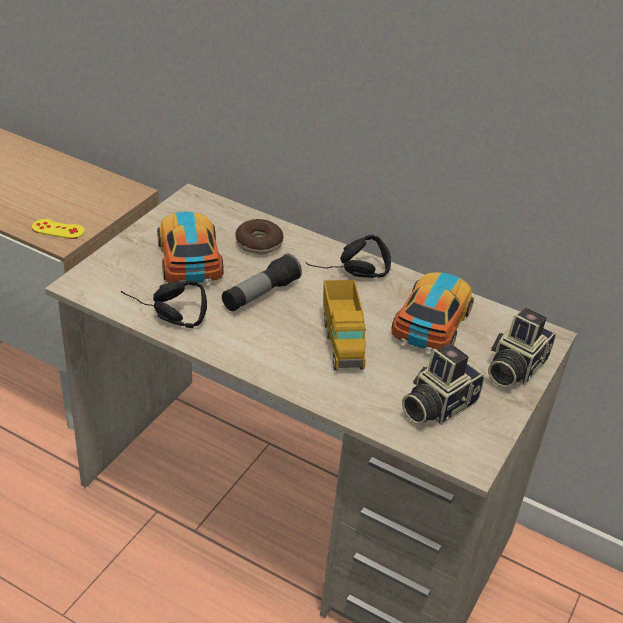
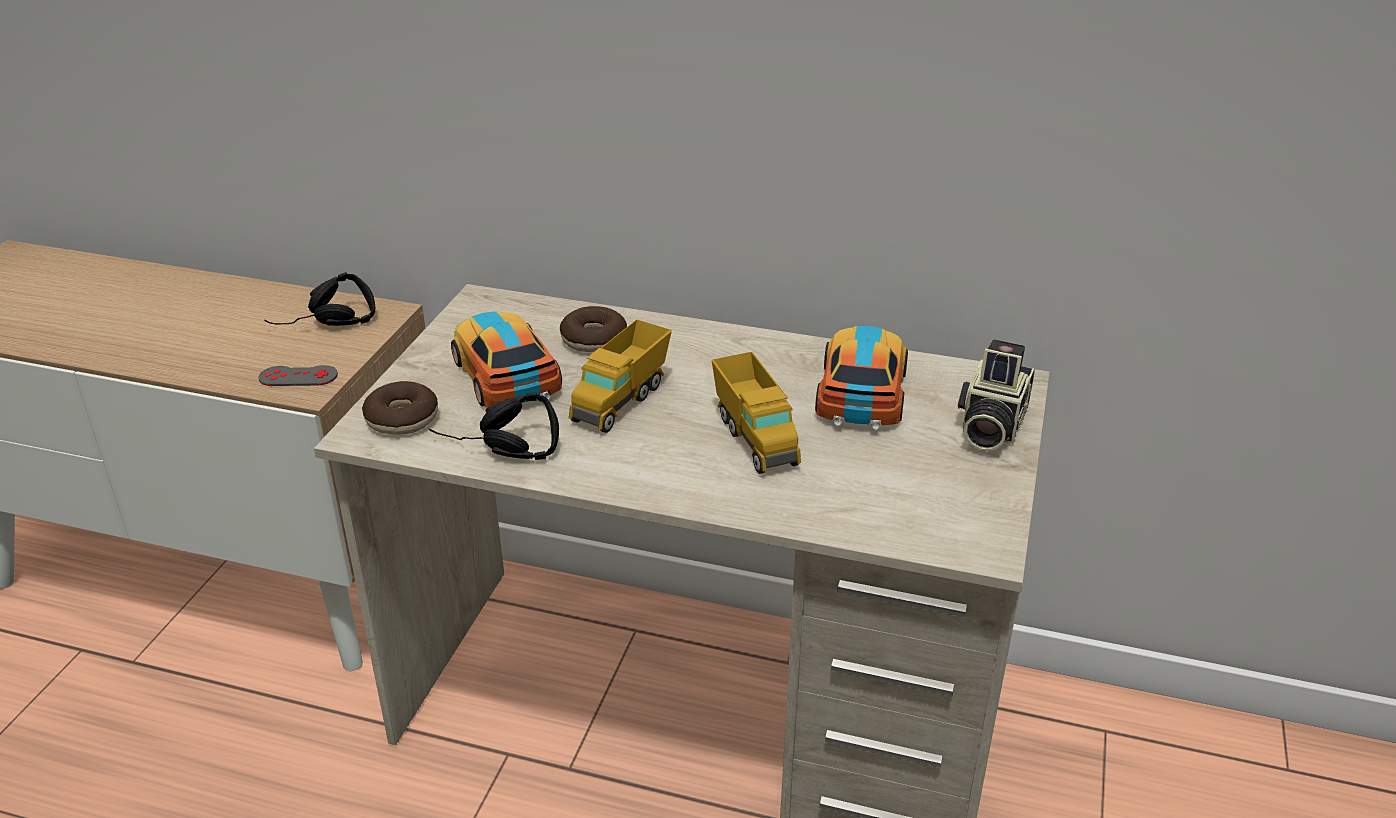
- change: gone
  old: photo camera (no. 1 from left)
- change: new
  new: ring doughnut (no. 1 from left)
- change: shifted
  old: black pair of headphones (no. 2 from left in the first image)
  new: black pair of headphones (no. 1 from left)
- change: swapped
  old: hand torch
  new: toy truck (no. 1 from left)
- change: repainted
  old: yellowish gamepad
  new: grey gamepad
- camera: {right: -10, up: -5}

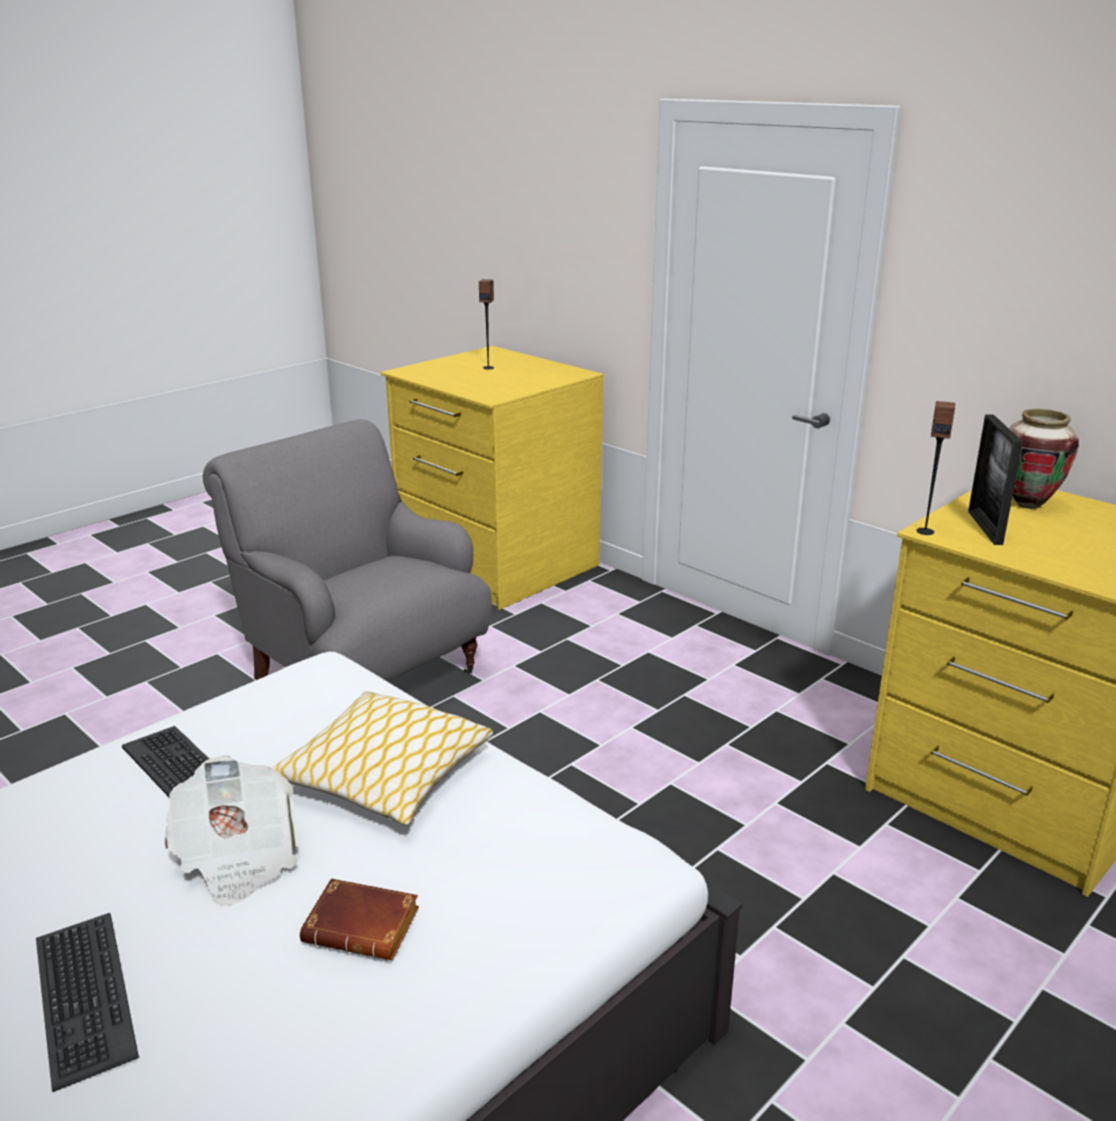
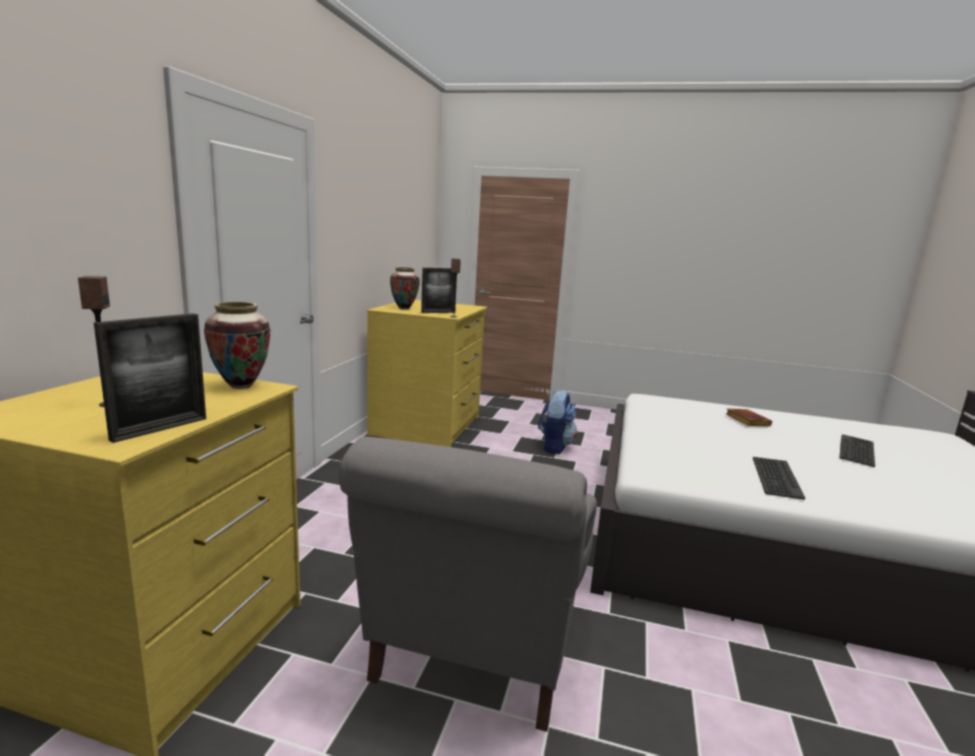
- change: gone
  old: newspaper
- change: gone
  old: cushion
- change: new
  new: standing frame (no. 1 from left)
- change: new
  new: vase (no. 1 from left)
- change: new
  new: rucksack
- camera: {right: -120, up: -10}

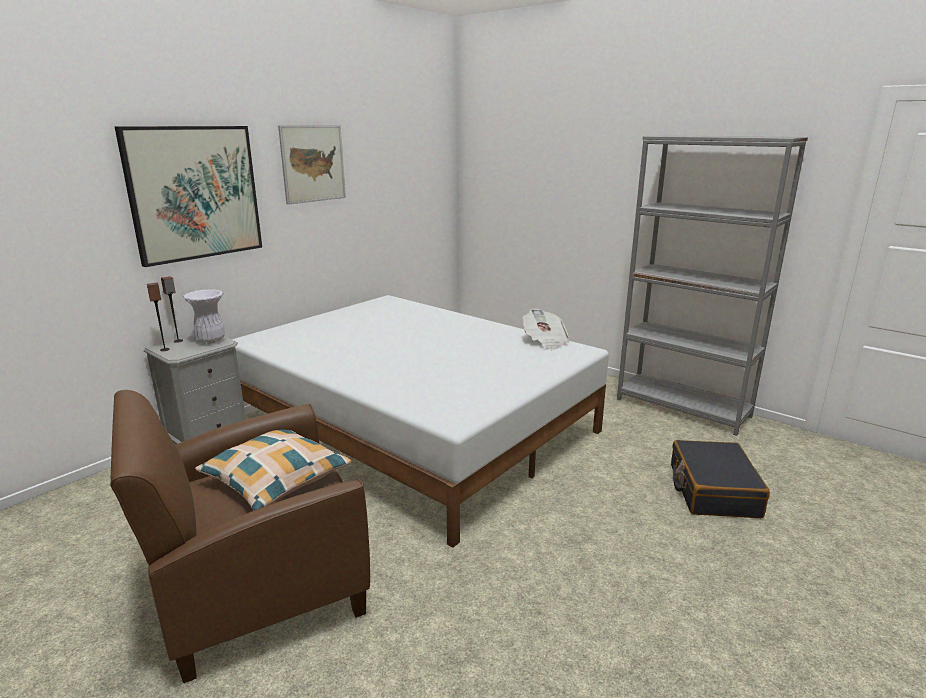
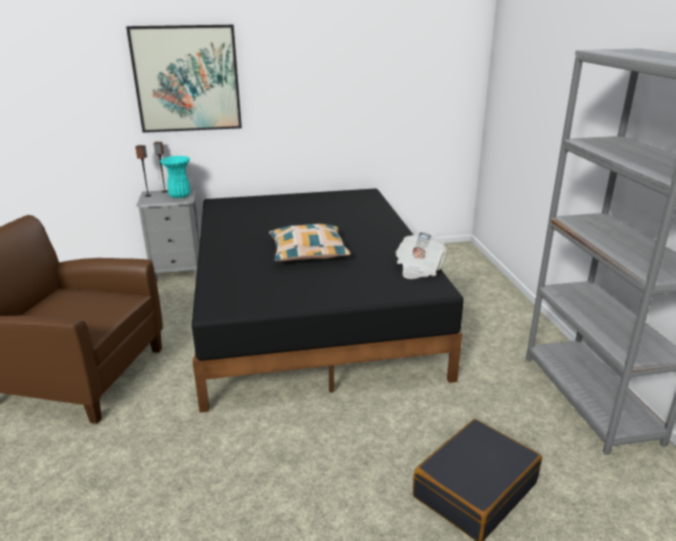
- change: gone
  old: wall art (no. 2 from left)
- change: shifted
  old: cushion
- change: repainted
  old: white vase
  new: blue-green vase
- change: repainted
  old: white bedroom bed
  new: black bedroom bed
- camera: {right: 40, up: 5}

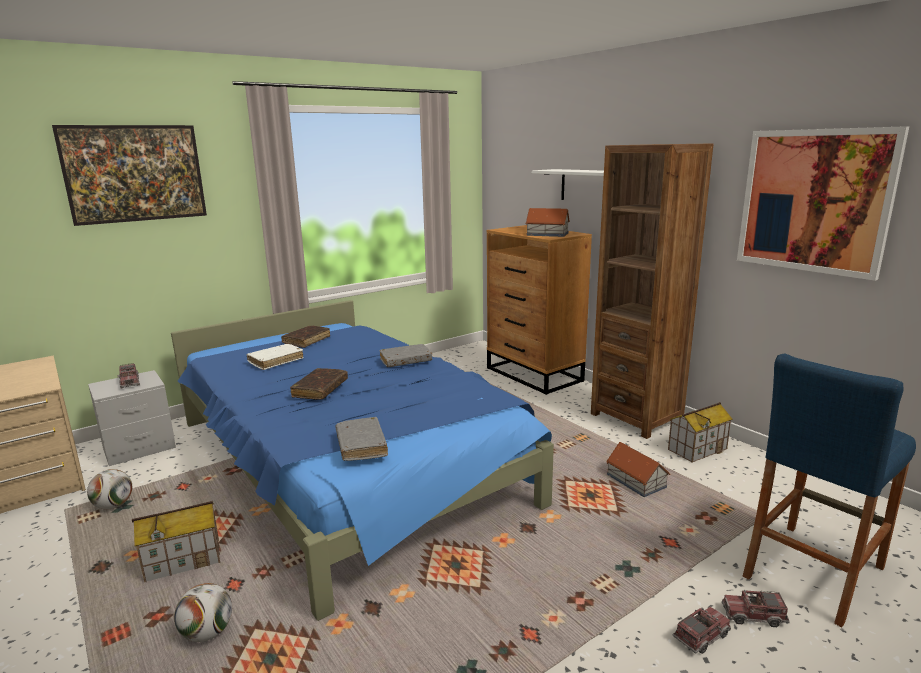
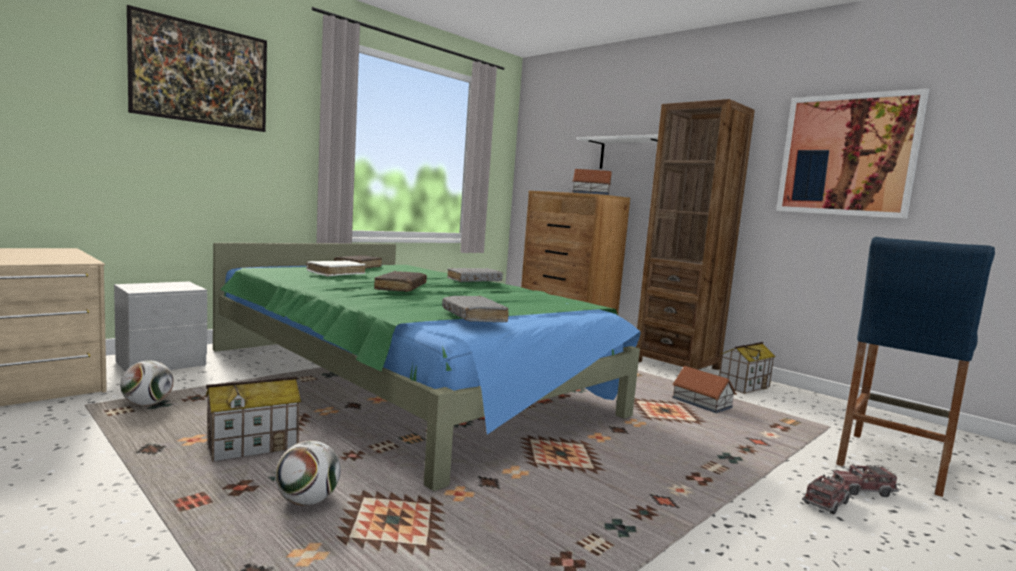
- change: gone
  old: toy truck (no. 1 from left)
- change: repainted
  old: bluish bedroom bed
  new: green-coloured bedroom bed
- camera: {right: -10, up: -10}

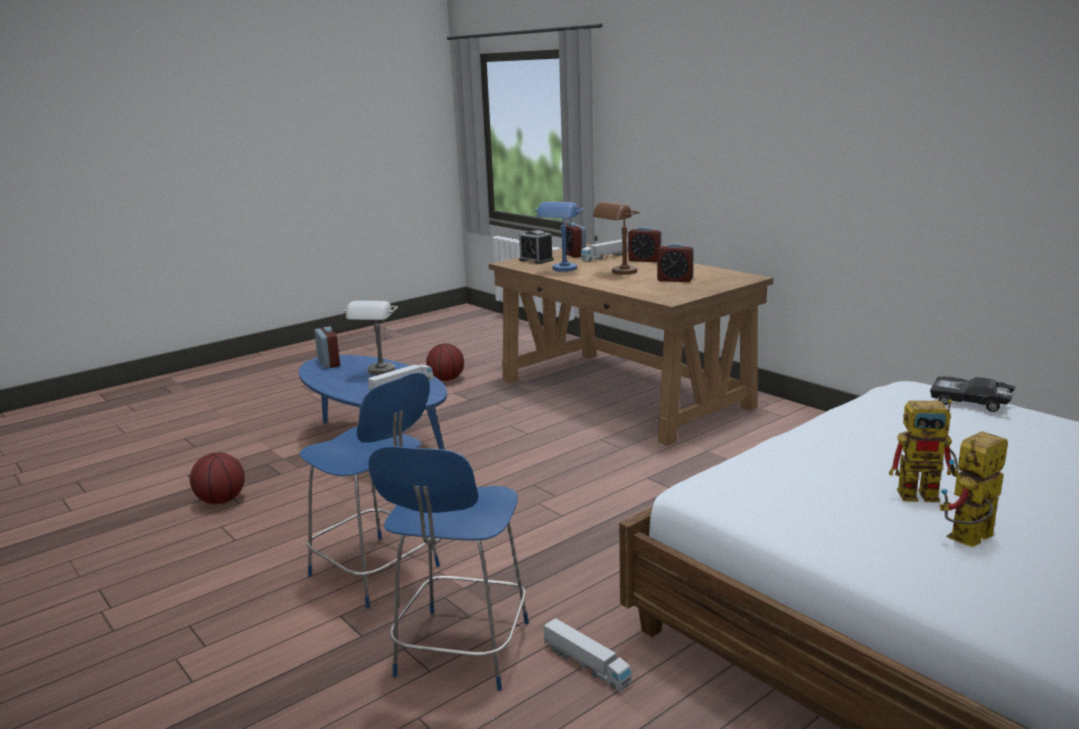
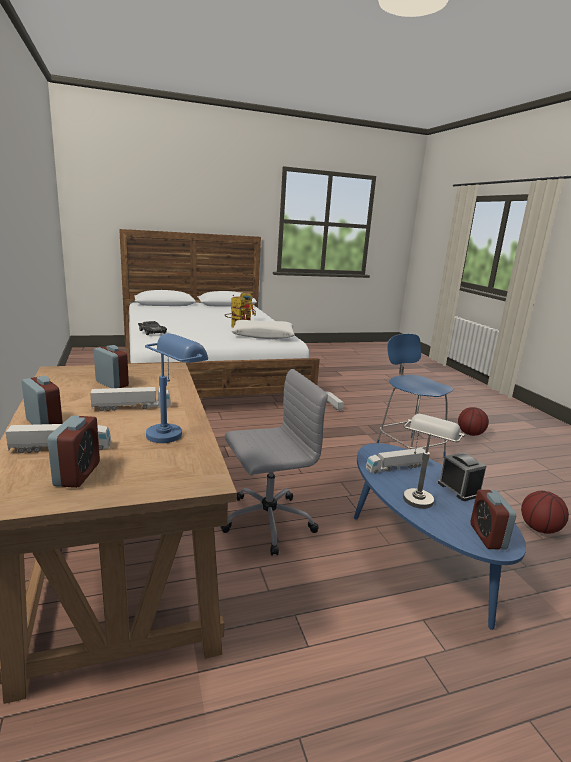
- change: gone
  old: bluish chair (no. 2 from left)
- change: new
  new: grey computer chair
- change: new
  new: white cushion
- change: shifted
  old: basketball ball (no. 2 from left in the first image)
  new: basketball ball (no. 1 from left)
- change: shifted
  old: bedside clock (no. 2 from left in the first image)
  new: bedside clock (no. 4 from left)
- change: swapped
  old: brown-coloured tabletop lamp
  new: toy truck (no. 2 from left)
- camera: {right: -160, up: 0}

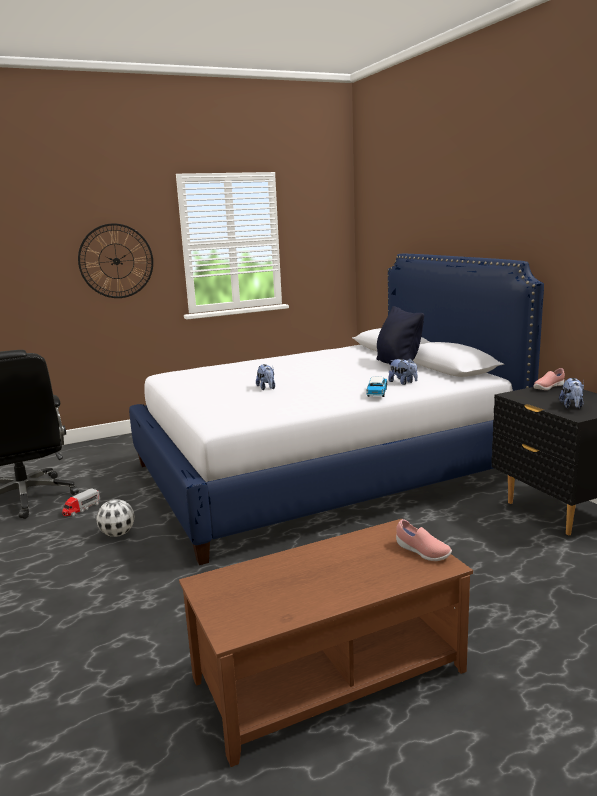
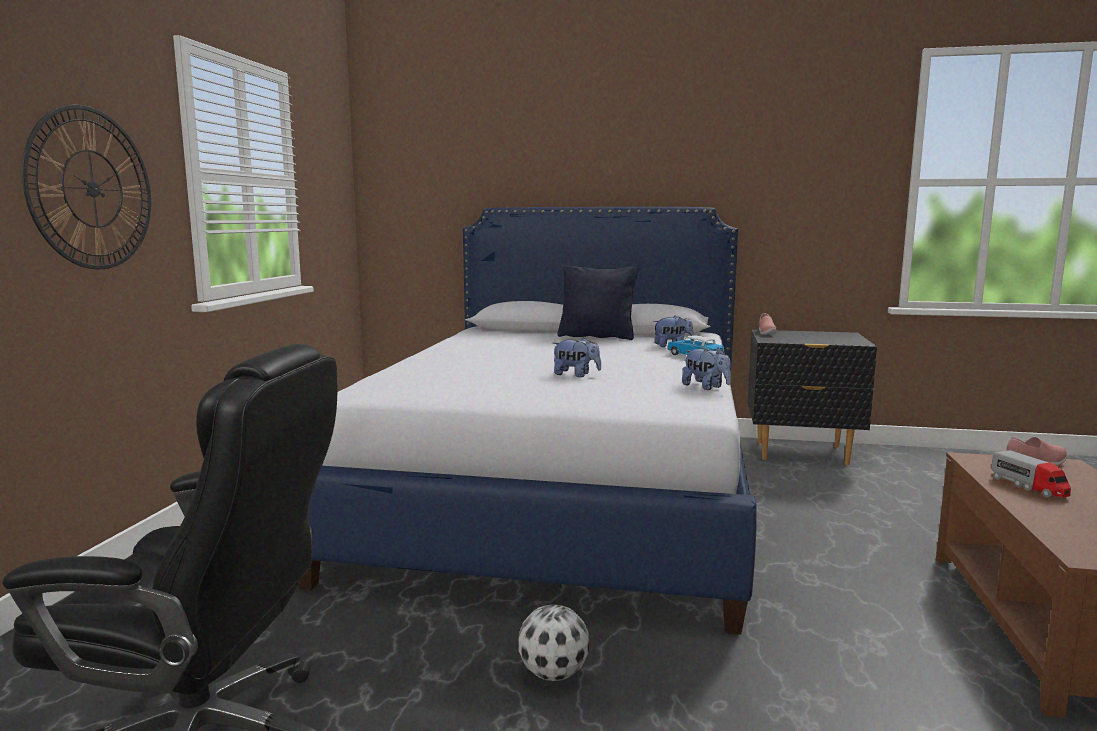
- change: shifted
  old: toy truck
- change: shifted
  old: plush toy (no. 3 from left)
- camera: {right: -55, up: -5}

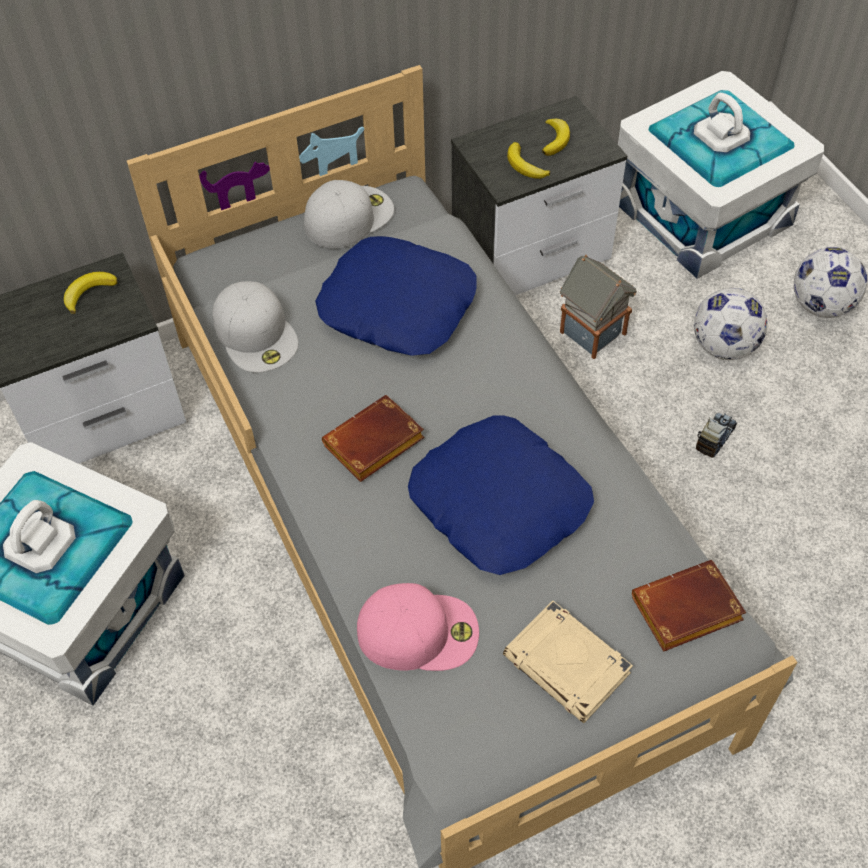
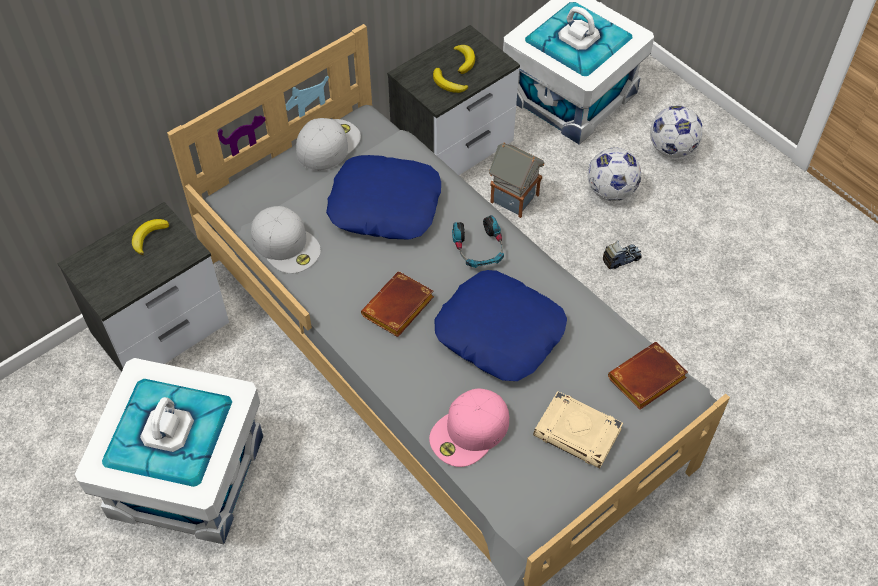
- change: new
  new: pair of headphones
- change: rotated
  old: pink-coloured peaked cap
  degrees: 150
- change: rotated
  old: toy truck
  degrees: 45
- camera: {right: -15, up: 0}

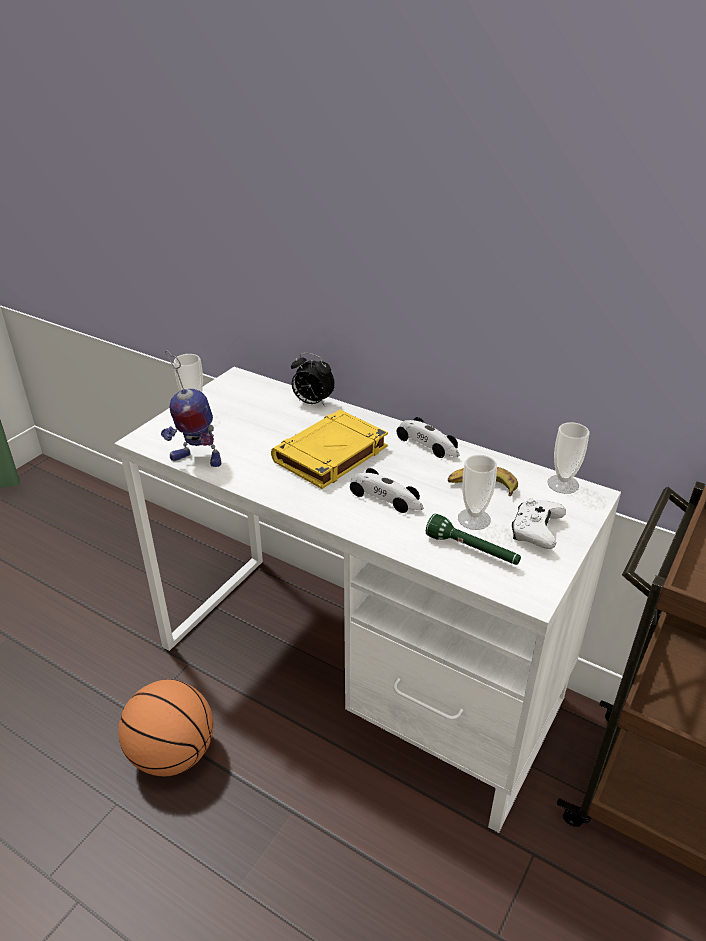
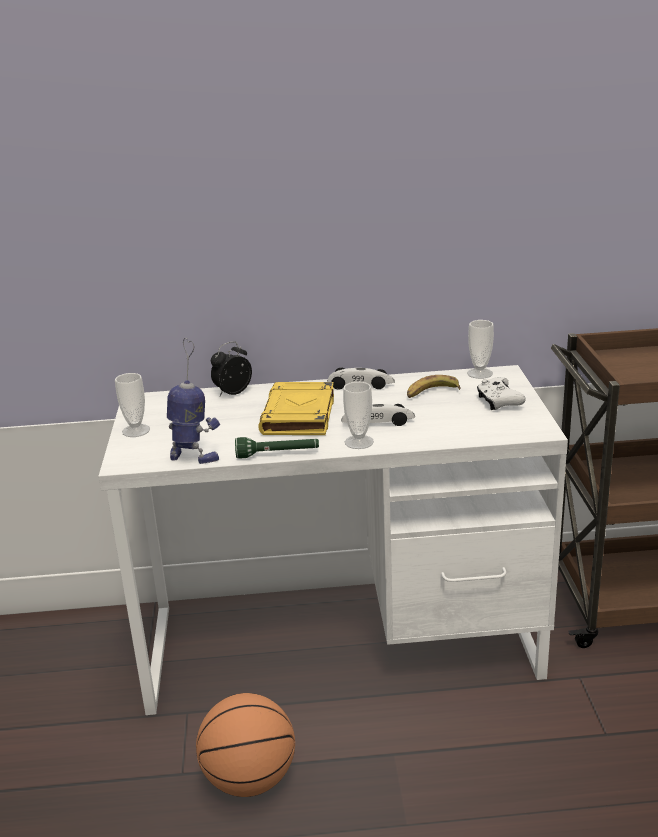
- change: shifted
  old: green-coloured hand torch
- change: shifted
  old: small cup (no. 2 from left)
- change: rotated
  old: robot figure
  degrees: -135
- change: rotated
  old: bedside clock
  degrees: 150
- camera: {right: -35, up: -10}

